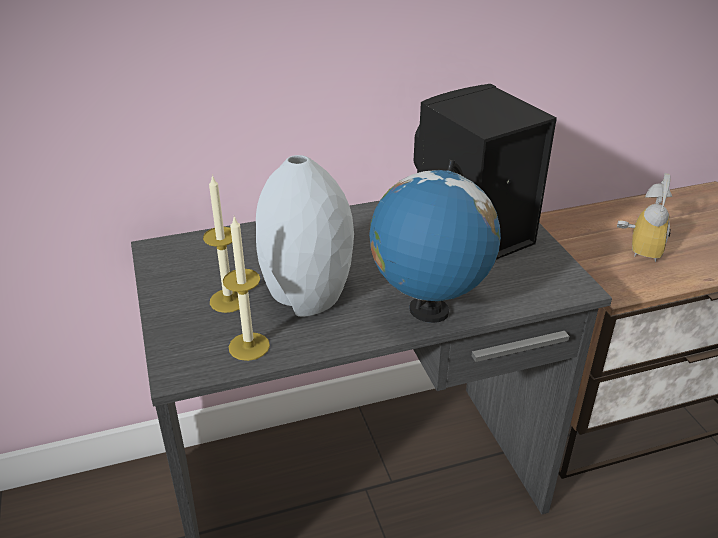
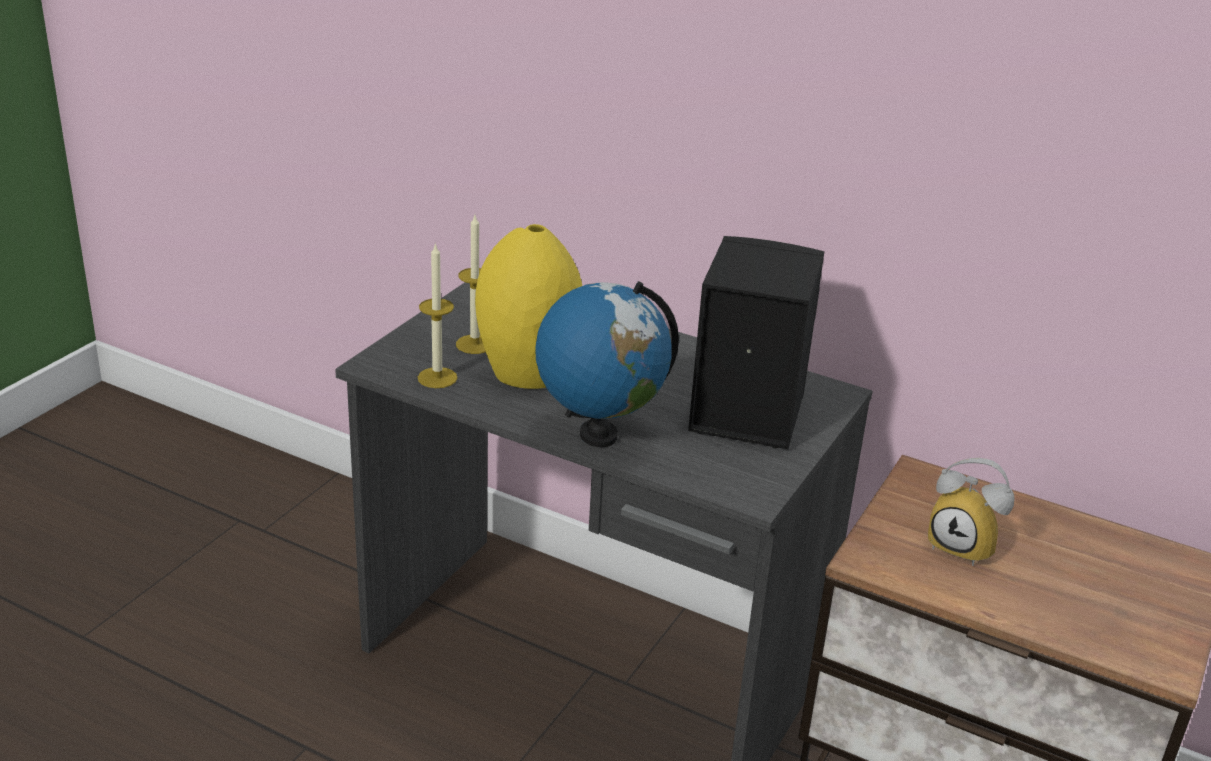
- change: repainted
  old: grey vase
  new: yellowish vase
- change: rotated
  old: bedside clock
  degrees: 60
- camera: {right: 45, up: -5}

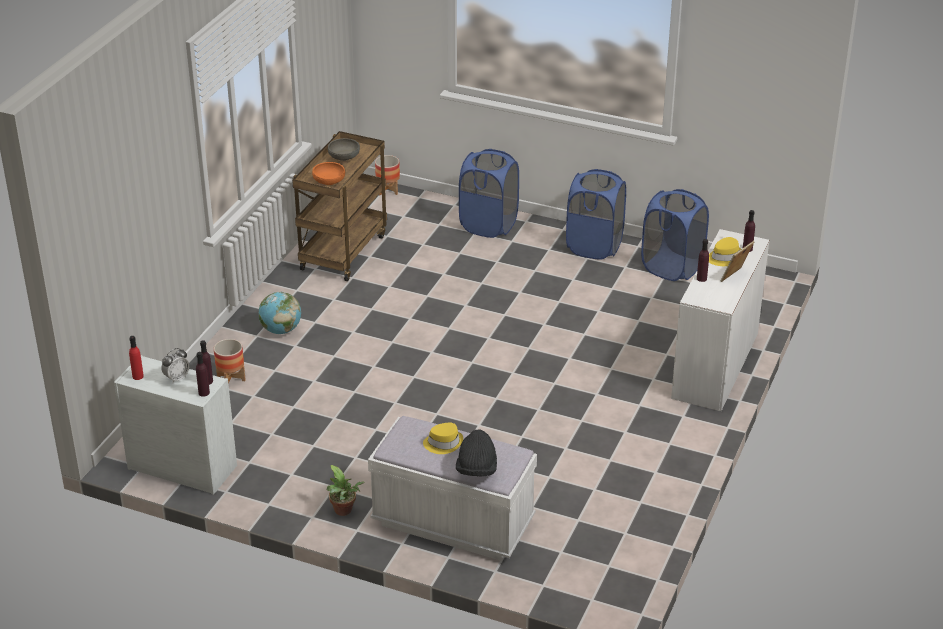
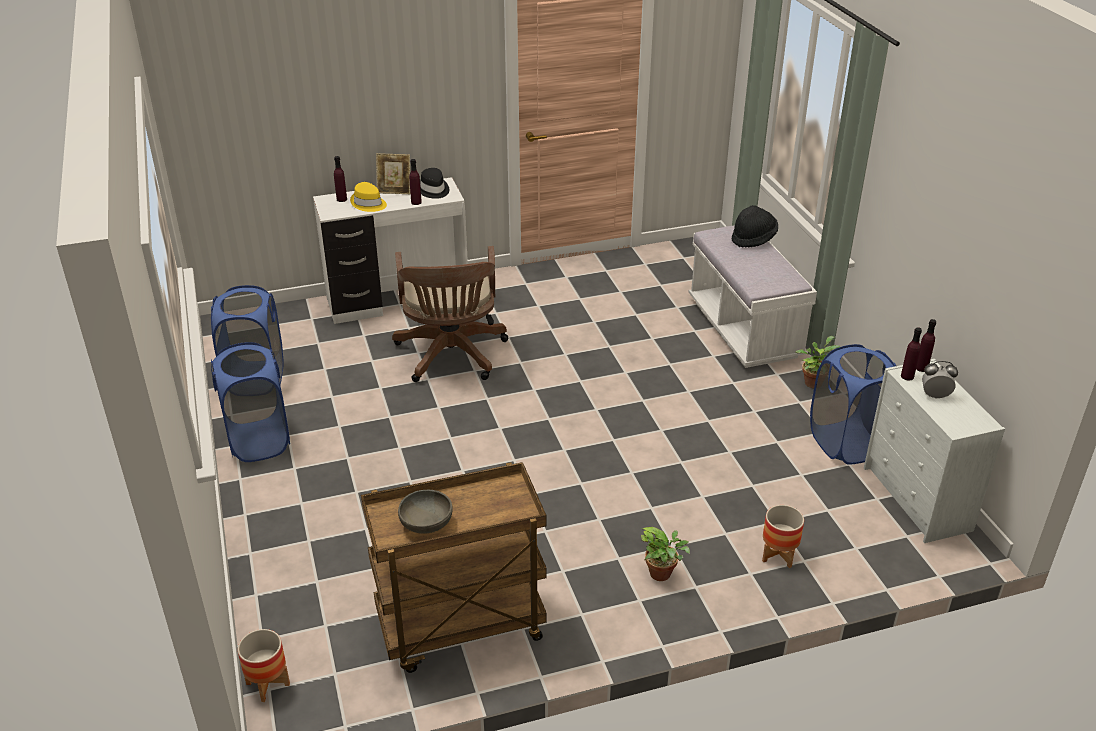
- change: gone
  old: reddish drink bottle
- change: gone
  old: orangey bowl
- change: gone
  old: yellowish hat (no. 1 from left)
- change: new
  new: brown-coloured computer chair
- change: new
  new: black hat (no. 1 from left)
- change: shifted
  old: bluish laundry basket (no. 1 from left in the first image)
  new: bluish laundry basket (no. 3 from left)
- change: swapped
  old: desk globe
  new: plant in a pot (no. 1 from left)
- camera: {right: -130, up: 0}

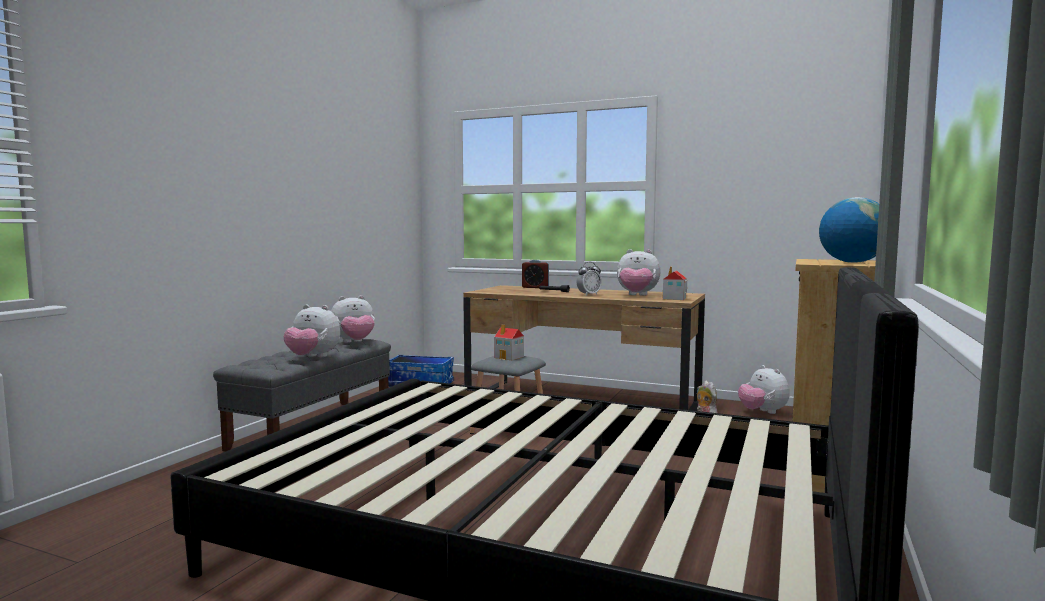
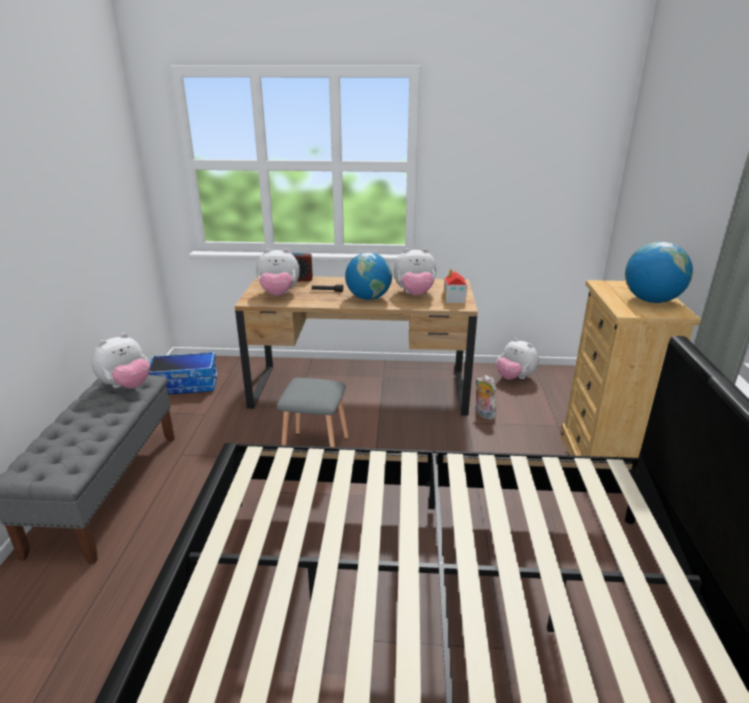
- change: gone
  old: toy house (no. 1 from left)
- change: shifted
  old: plush toy (no. 1 from left in the first image)
  new: plush toy (no. 2 from left)
- change: swapped
  old: bedside clock (no. 2 from left)
  new: desk globe (no. 1 from left)
- camera: {right: -20, up: 20}

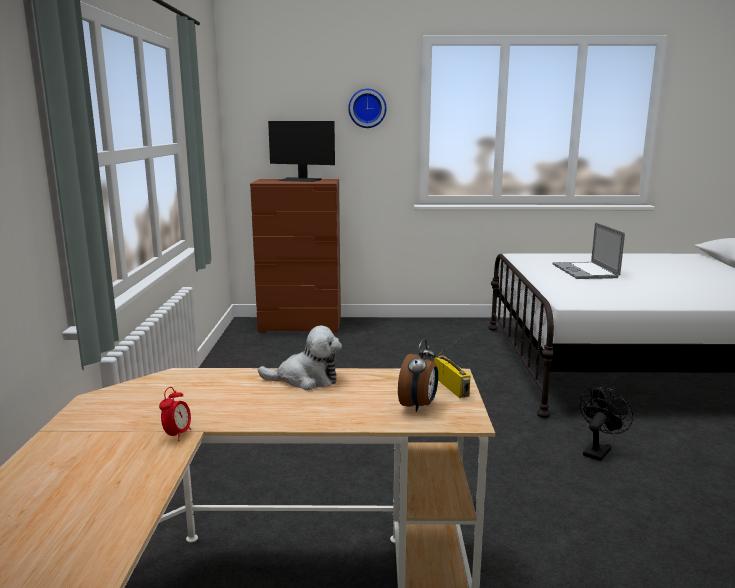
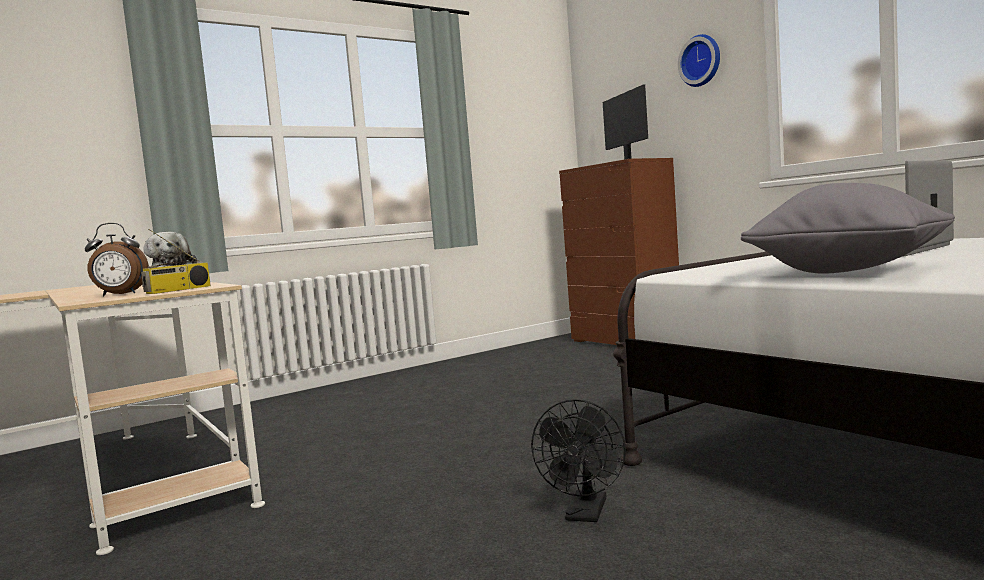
- change: gone
  old: bedside clock (no. 1 from left)
- change: new
  new: grey cushion
- change: rotated
  old: black electric fan
  degrees: 105
- camera: {right: 55, up: -10}

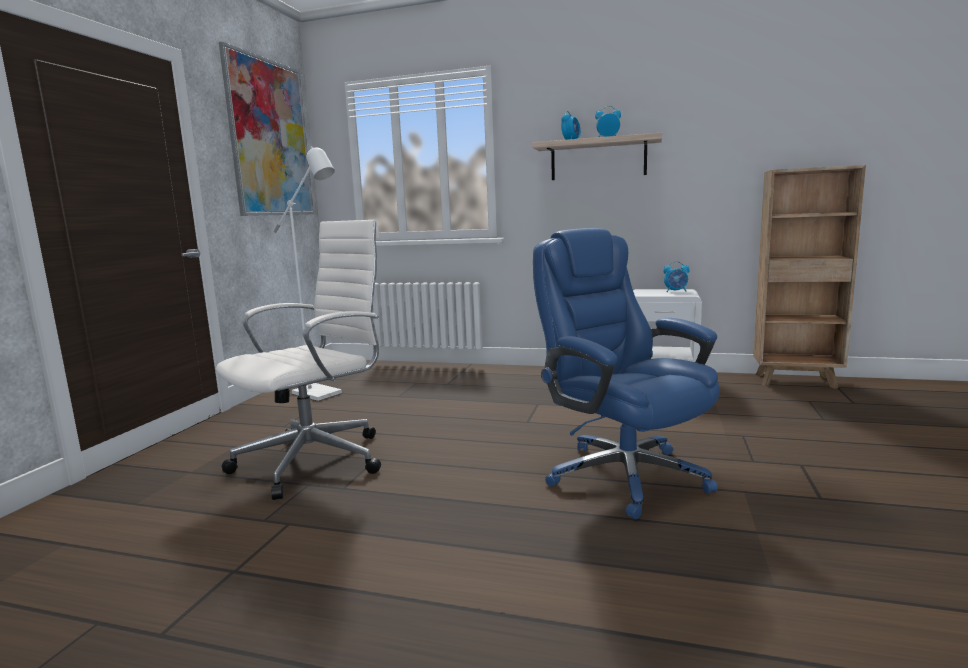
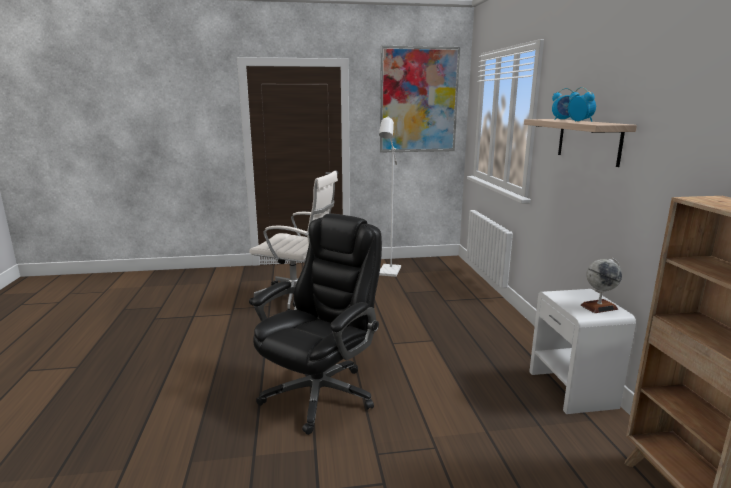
- change: swapped
  old: bedside clock (no. 3 from left)
  new: desk globe
- change: repainted
  old: bluish computer chair
  new: black computer chair
- camera: {right: 65, up: 5}

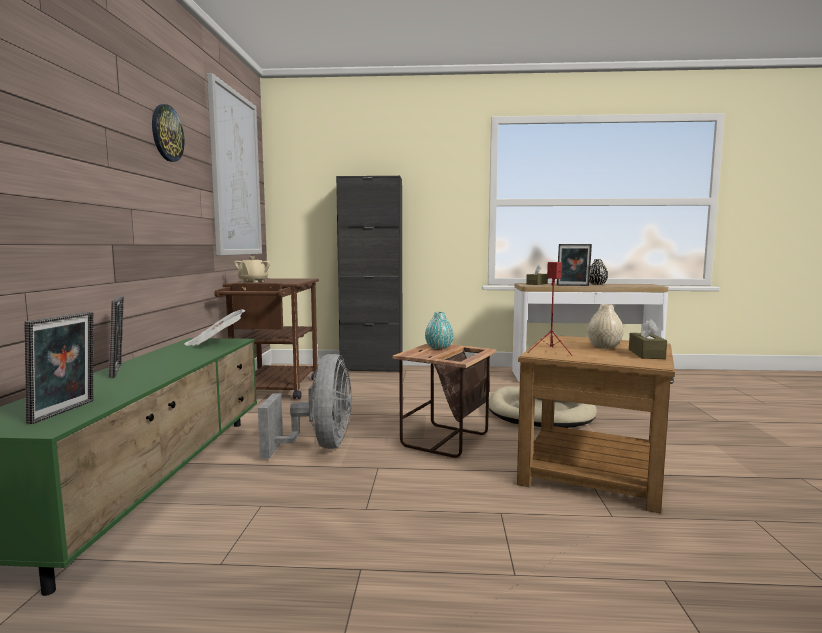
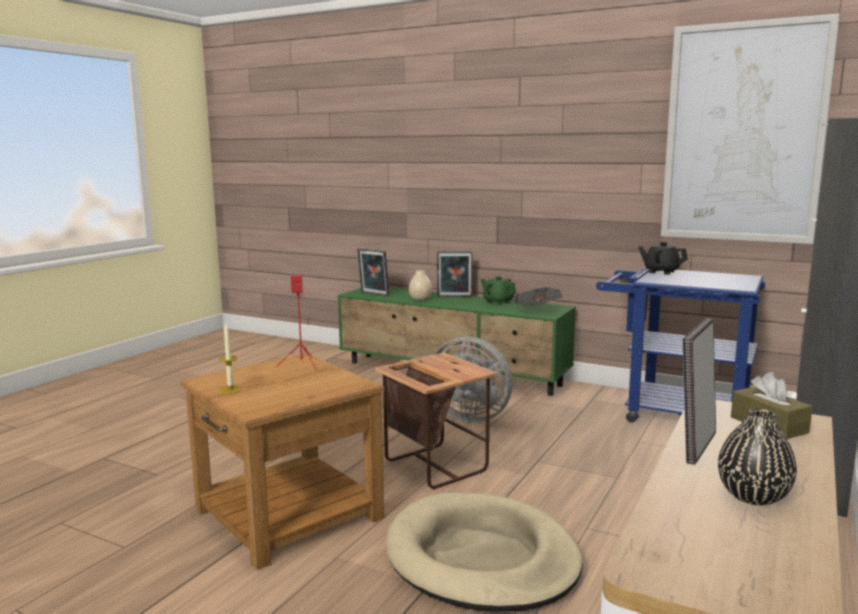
- change: gone
  old: hanging clock
- change: gone
  old: blue-green vase
- change: new
  new: green-coloured teapot
- change: shifted
  old: beige vase
- change: swapped
  old: brown-coloured box of tissues (no. 2 from left)
  new: wax candle
- change: repainted
  old: brown-coloured wheeled cart
  new: bluish wheeled cart
- change: repainted
  old: beige teapot
  new: black teapot
- camera: {right: 115, up: 5}

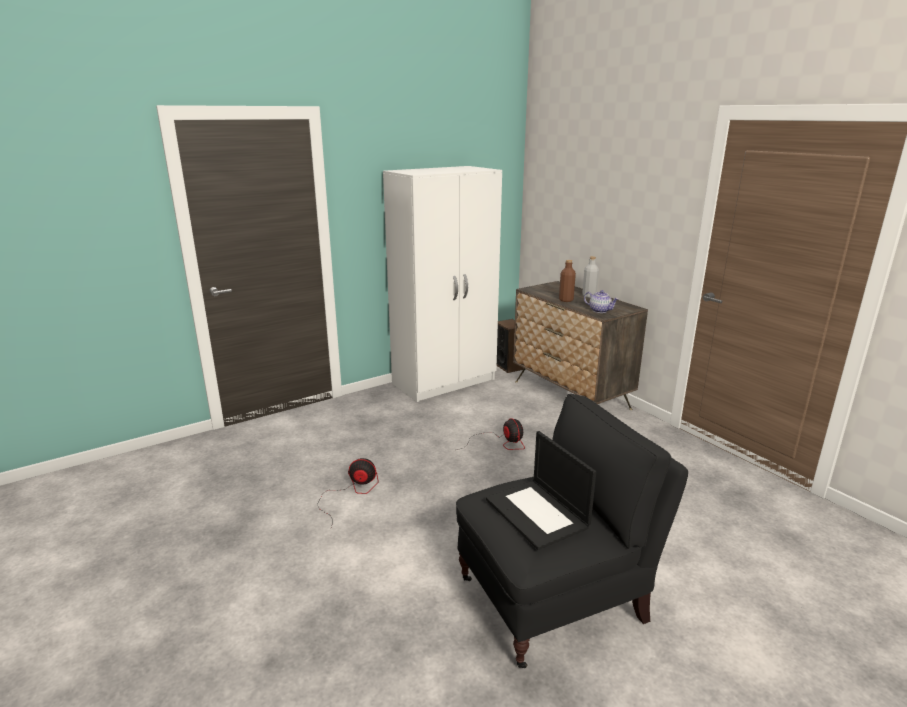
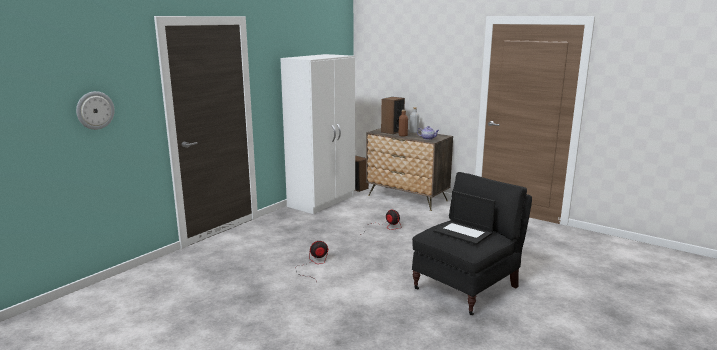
- change: new
  new: hanging clock
- change: new
  new: speaker (no. 2 from left)
- camera: {right: -20, up: -5}

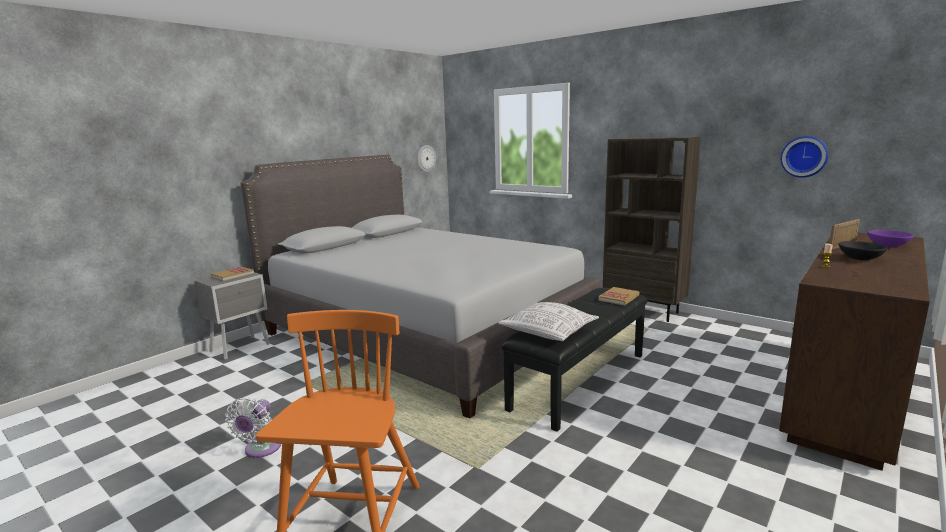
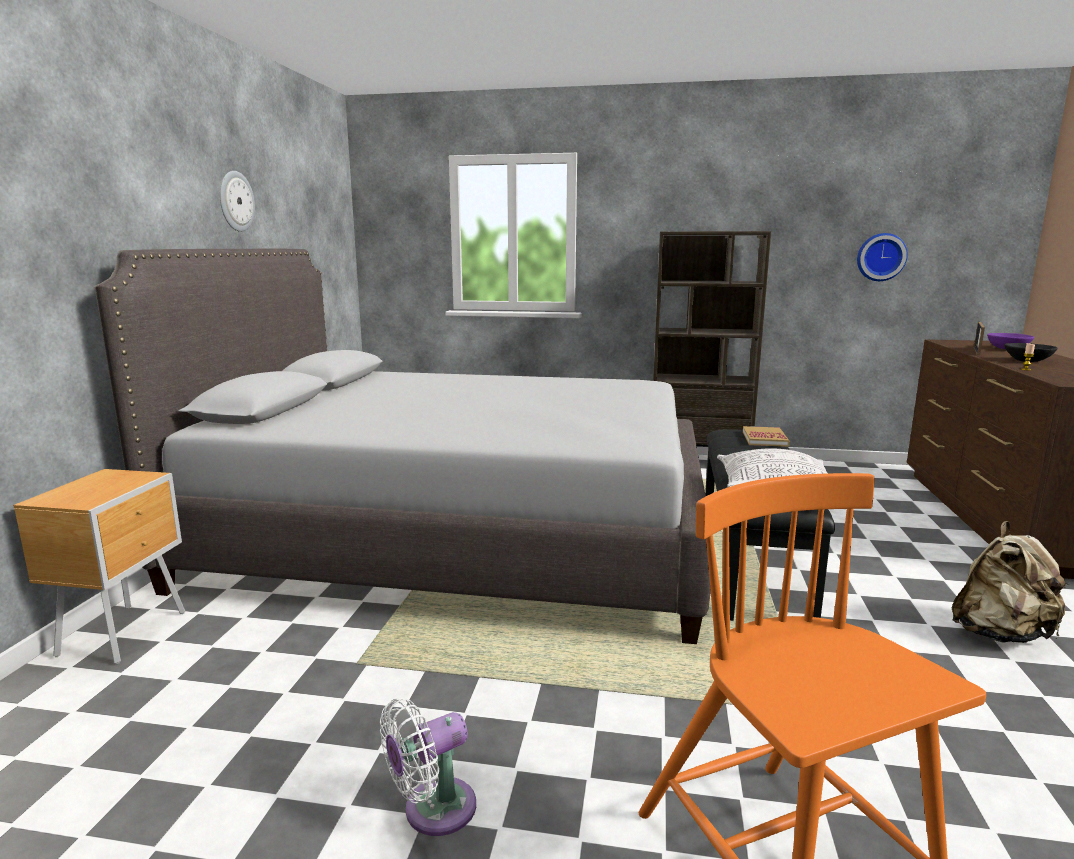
- change: gone
  old: volume (no. 1 from left)
- change: new
  new: beige rucksack
- change: shifted
  old: hanging clock (no. 1 from left)
- change: repainted
  old: grey bedside table
  new: brown-coloured bedside table
- change: rotated
  old: white electric fan
  degrees: 75
- camera: {right: -30, up: 0}

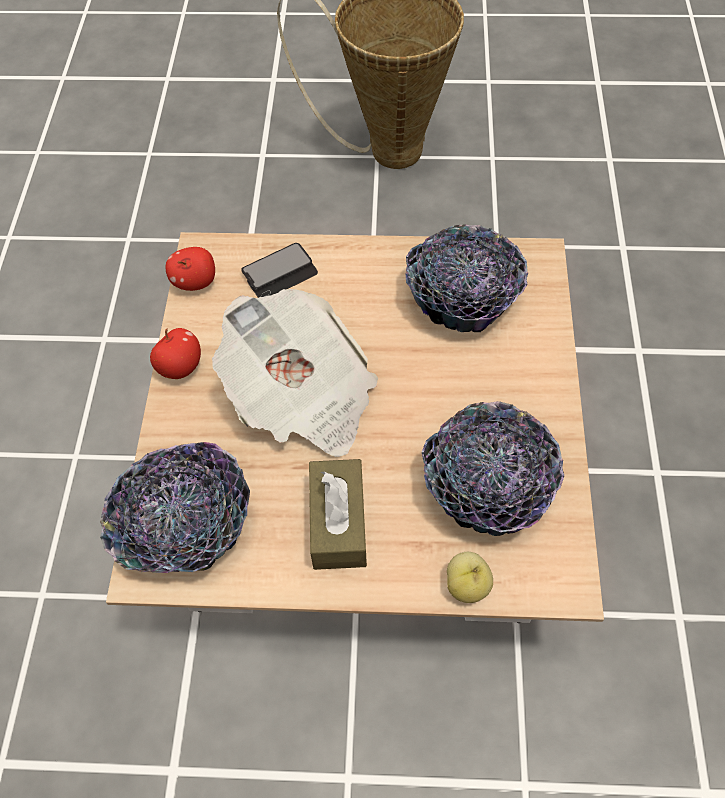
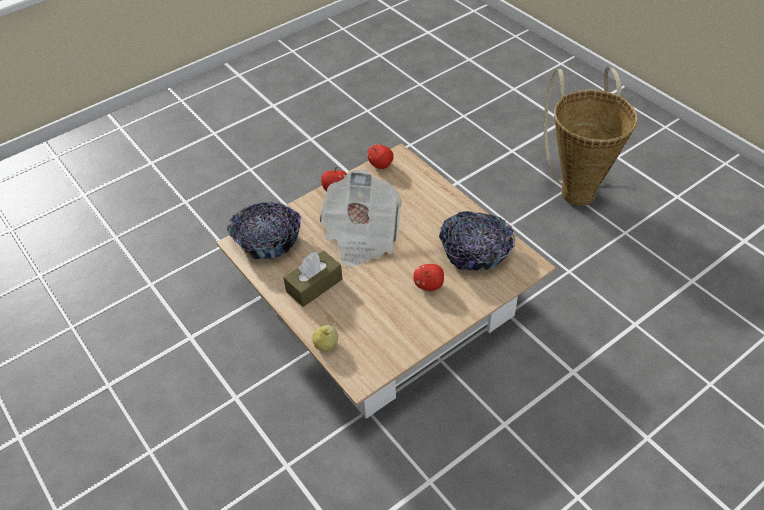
- change: gone
  old: phone
- change: gone
  old: bowl (no. 3 from left)
- change: new
  new: apple (no. 4 from left)
- camera: {right: 50, up: -10}

